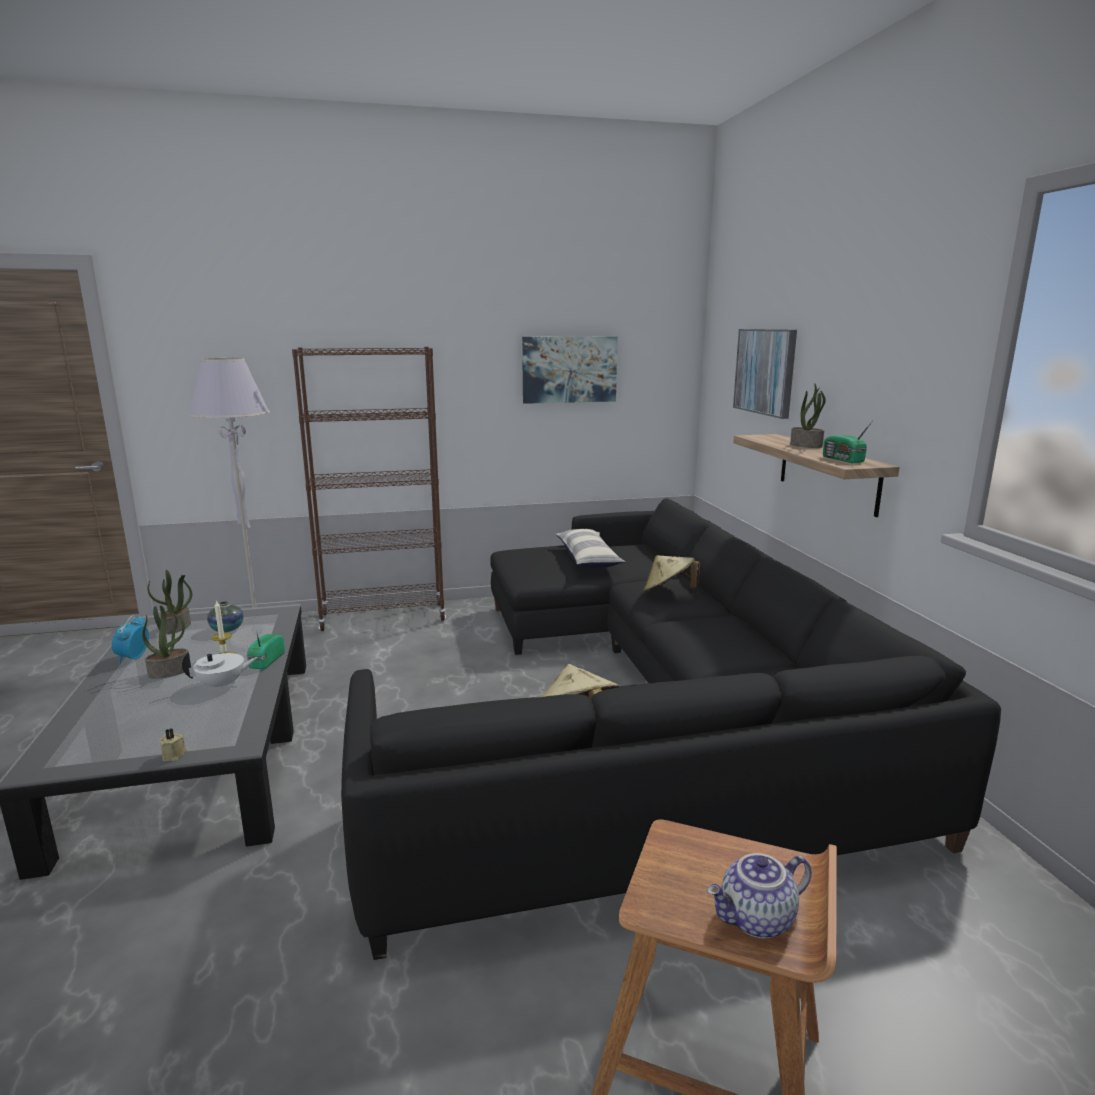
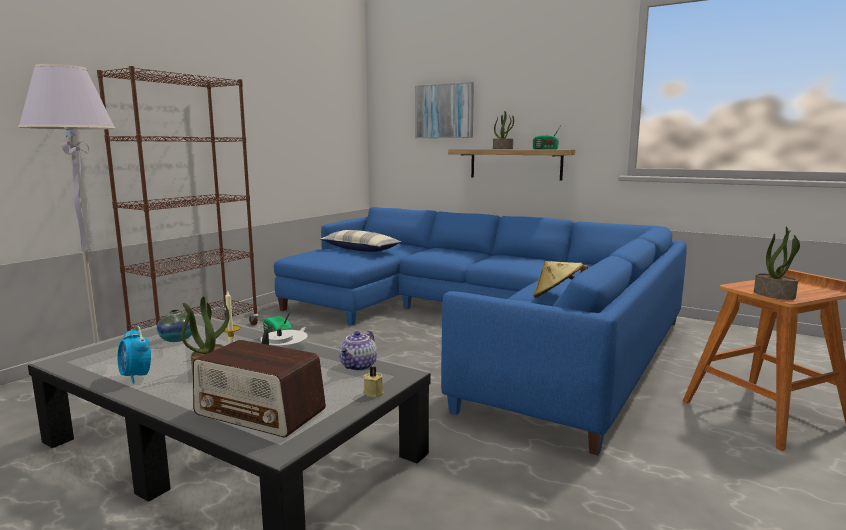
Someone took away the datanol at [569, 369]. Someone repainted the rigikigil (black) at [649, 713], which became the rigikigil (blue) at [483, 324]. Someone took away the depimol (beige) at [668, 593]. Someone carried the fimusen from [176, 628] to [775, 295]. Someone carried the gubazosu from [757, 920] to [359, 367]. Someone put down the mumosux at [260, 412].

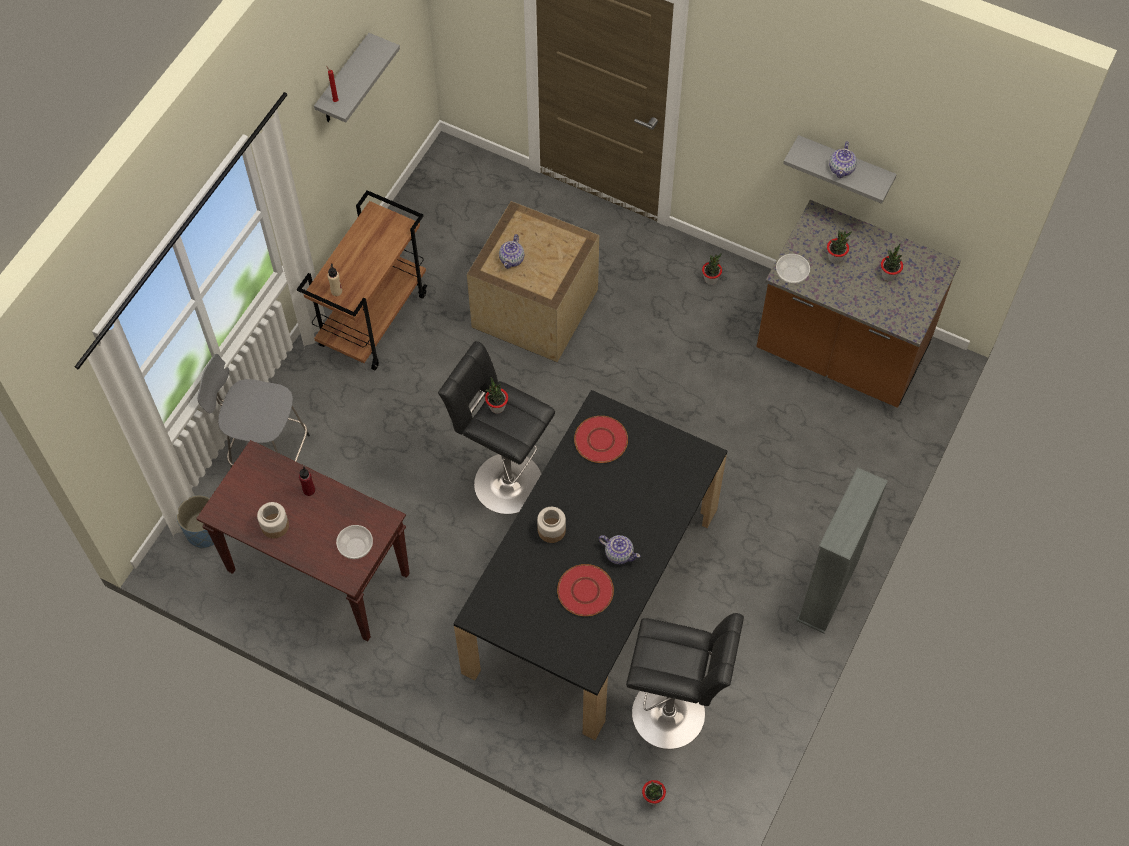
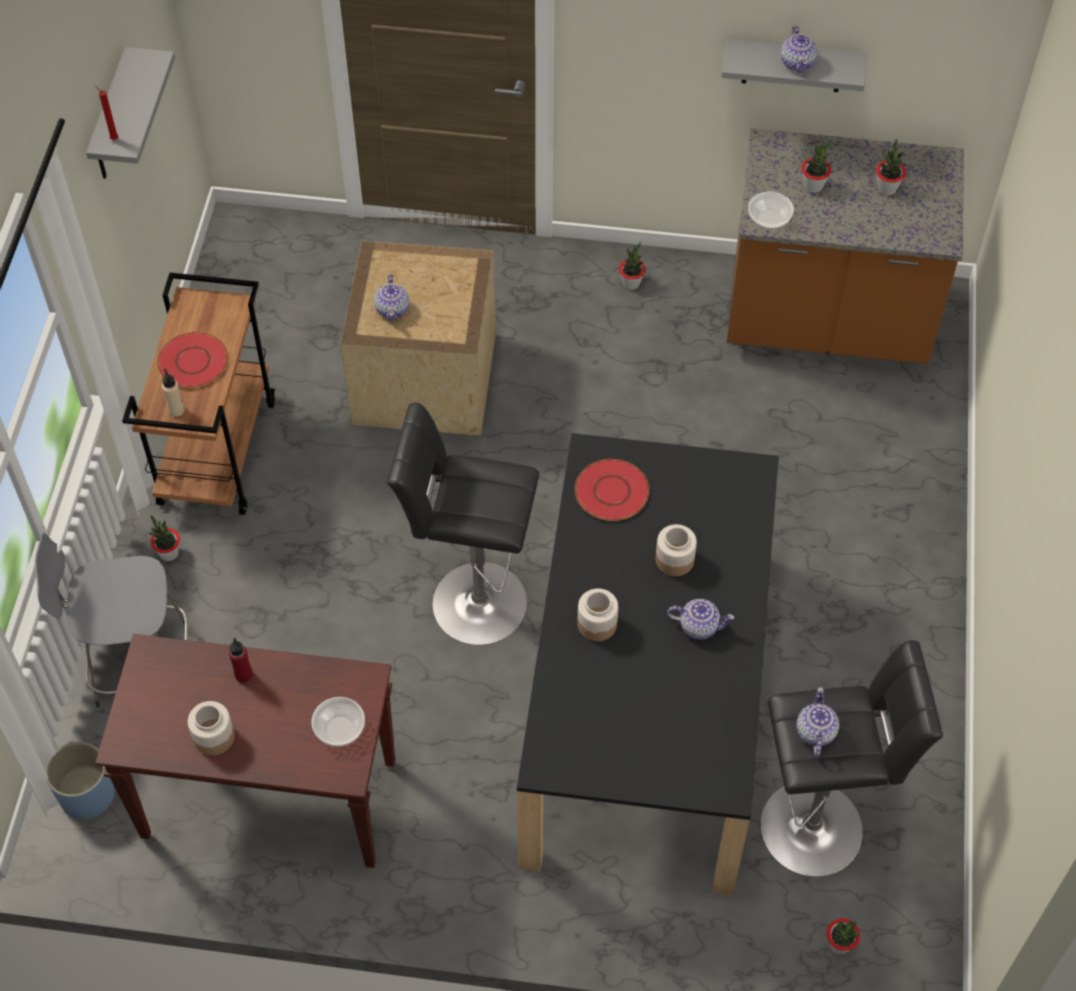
Someone carried the fimusen from [497, 407] to [169, 553]. Someone took away the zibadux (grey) at [828, 590]. Someone carried the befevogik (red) from [585, 591] to [193, 361]. Someone put down the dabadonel at [674, 560]. Someone put down the gubazosu at [815, 732].

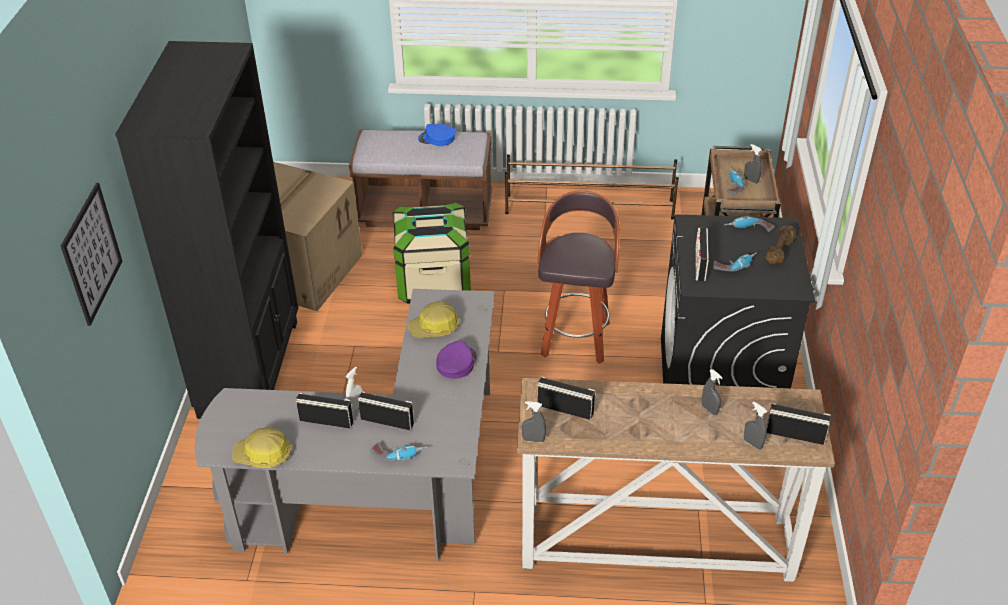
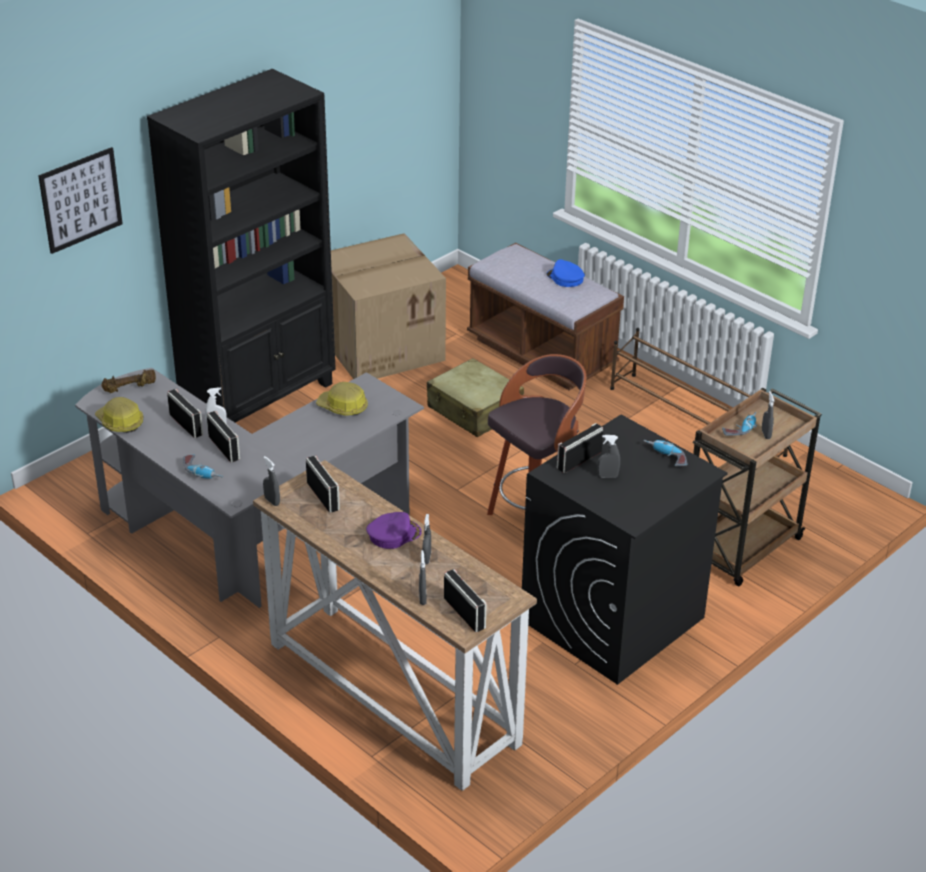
Someone swapped the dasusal at [433, 282] for the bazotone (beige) at [475, 410]. Someone carried the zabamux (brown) from [780, 251] to [130, 388]. Someone swapped the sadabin at [734, 266] for the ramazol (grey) at [607, 476]. Someone carried the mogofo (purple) from [456, 363] to [393, 534].

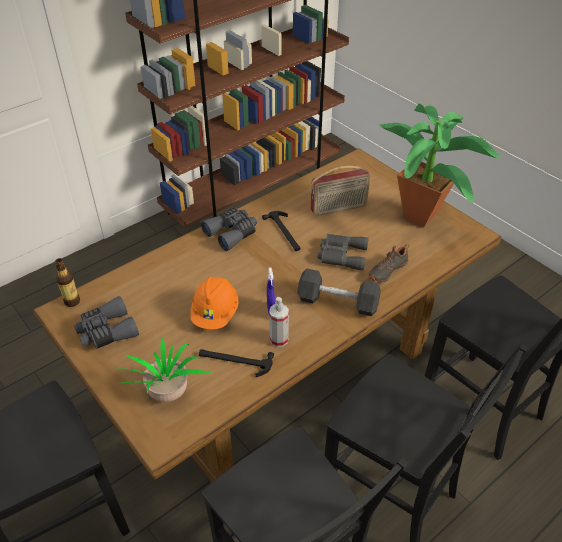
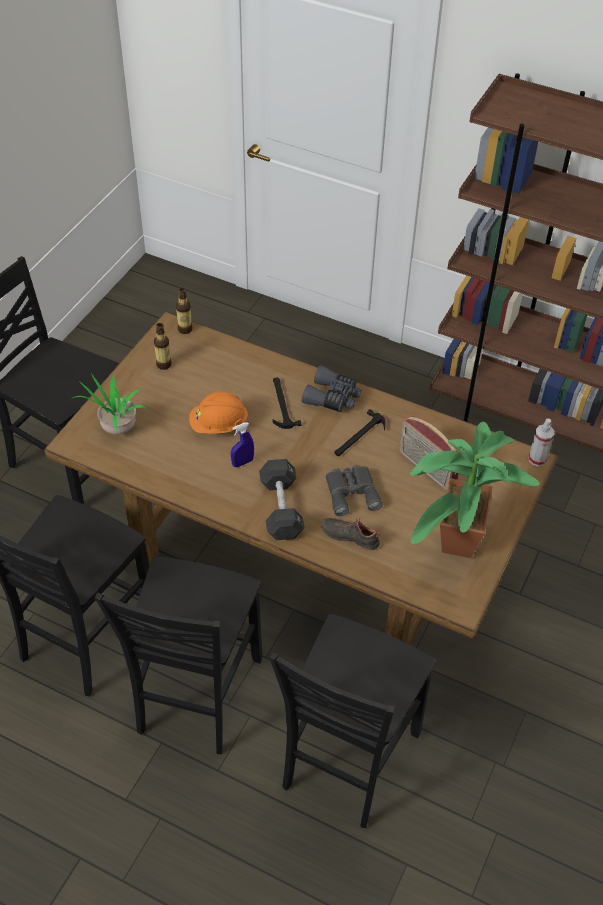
Someone swapped the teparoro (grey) at [106, 331] for the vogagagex at [164, 364]. Someone carried the ramazol from [279, 339] to [537, 459]. Someone carried the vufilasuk from [235, 361] to [281, 404].

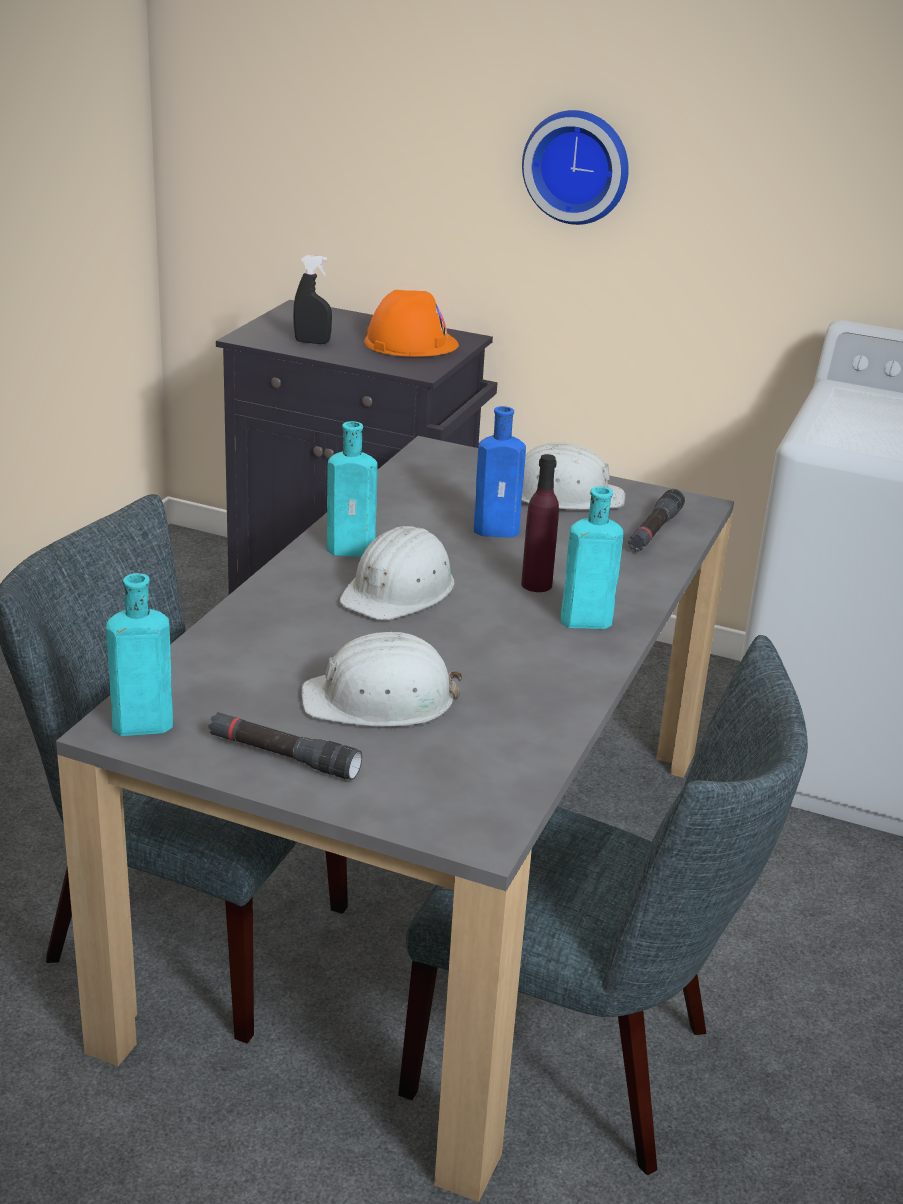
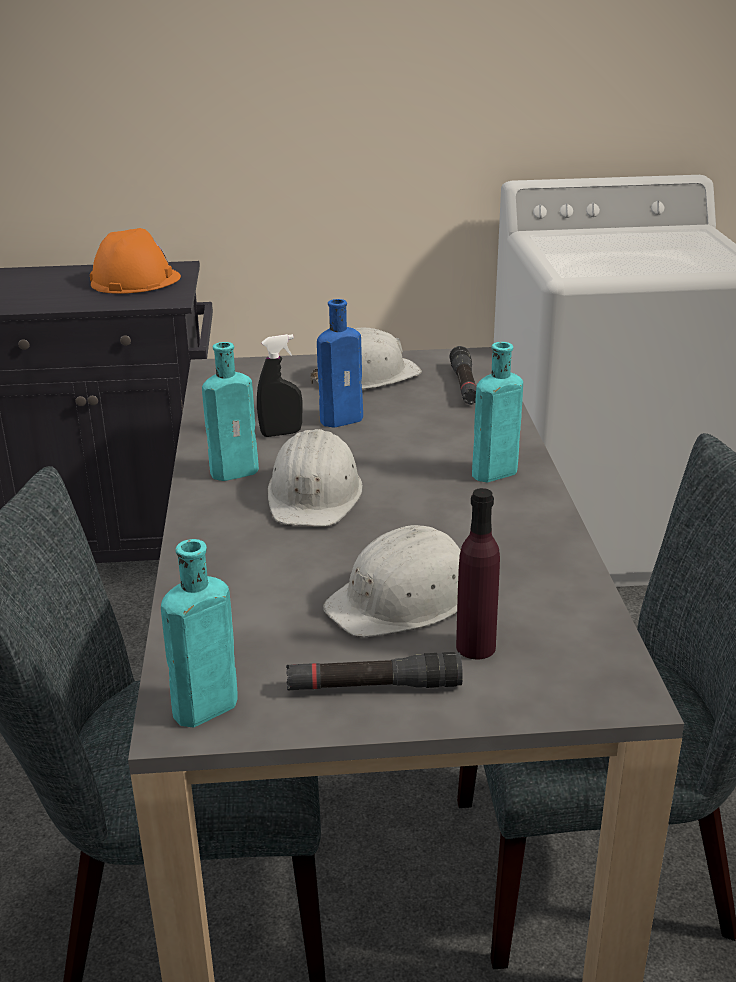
Someone took away the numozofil at [578, 166]. Someone carried the ramazol (black) from [312, 342] to [281, 433]. Someone carried the vogagagex (purple) from [536, 584] to [475, 647].

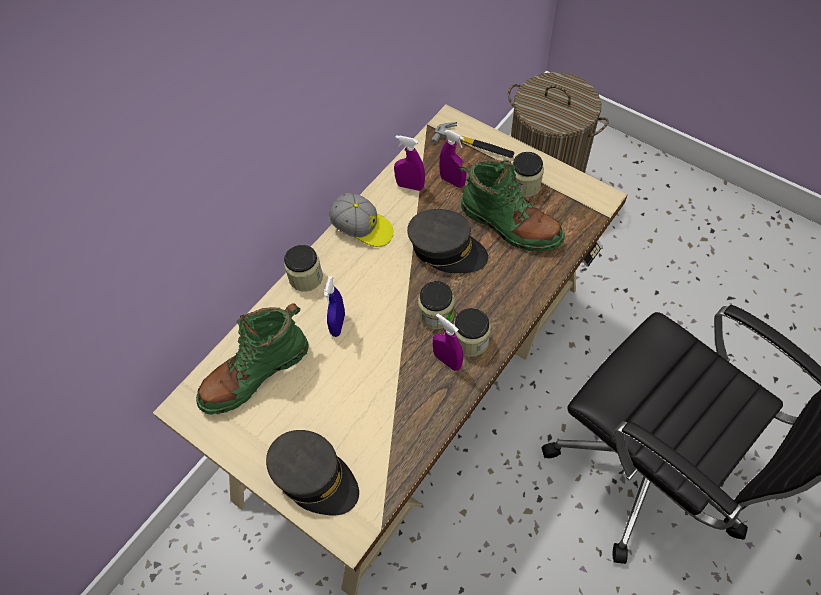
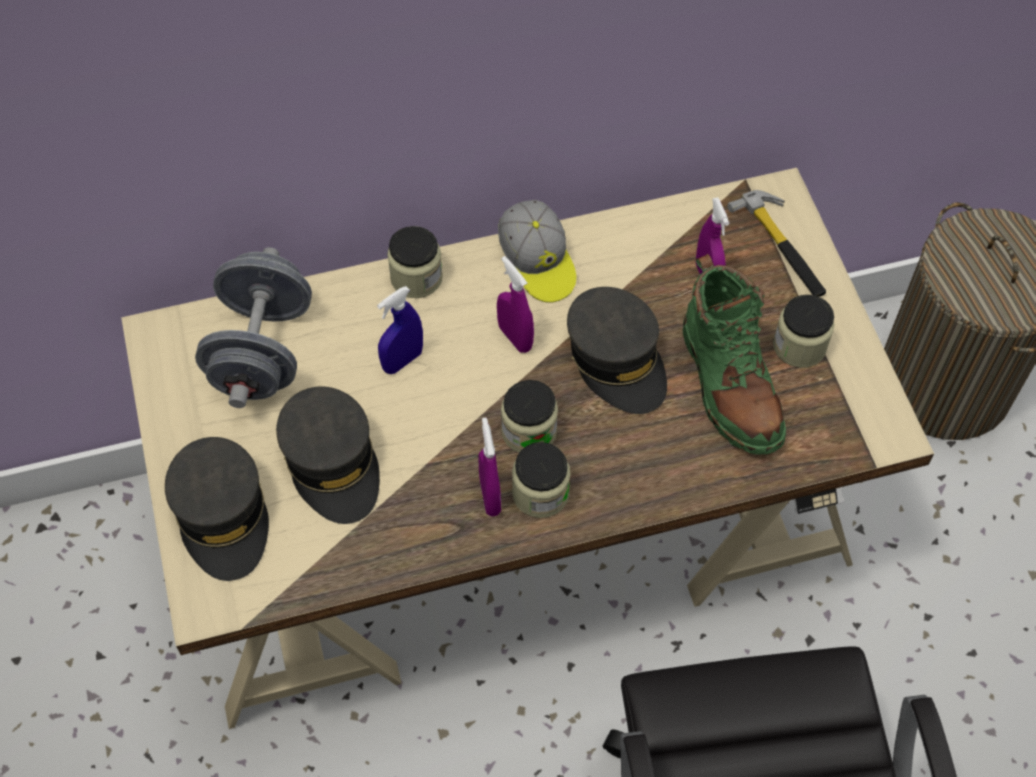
Someone carried the ramazol (purple) from [410, 186] to [515, 337]. Someone swapped the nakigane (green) at [255, 374] for the zabamux (grey) at [262, 352]. Someone put down the mogofo (grey) at [333, 463].

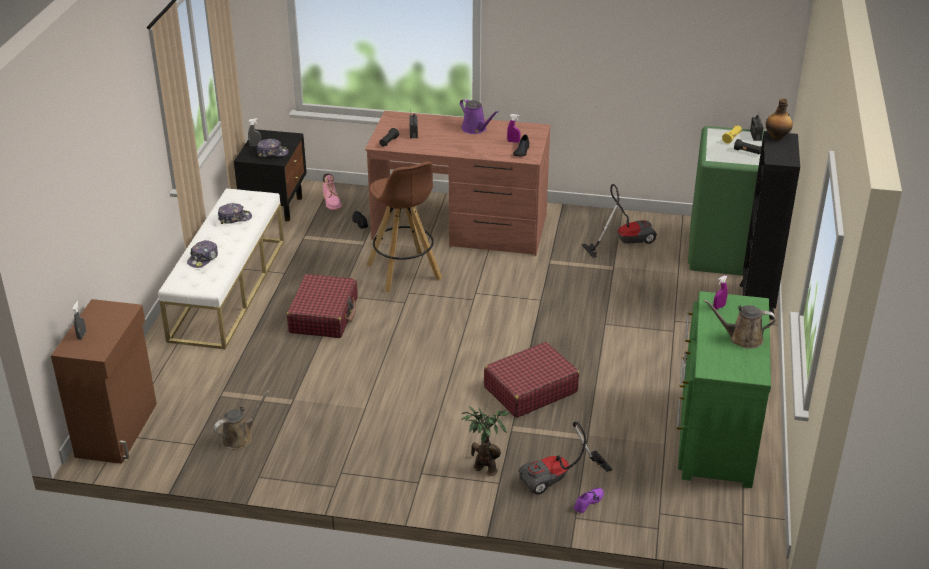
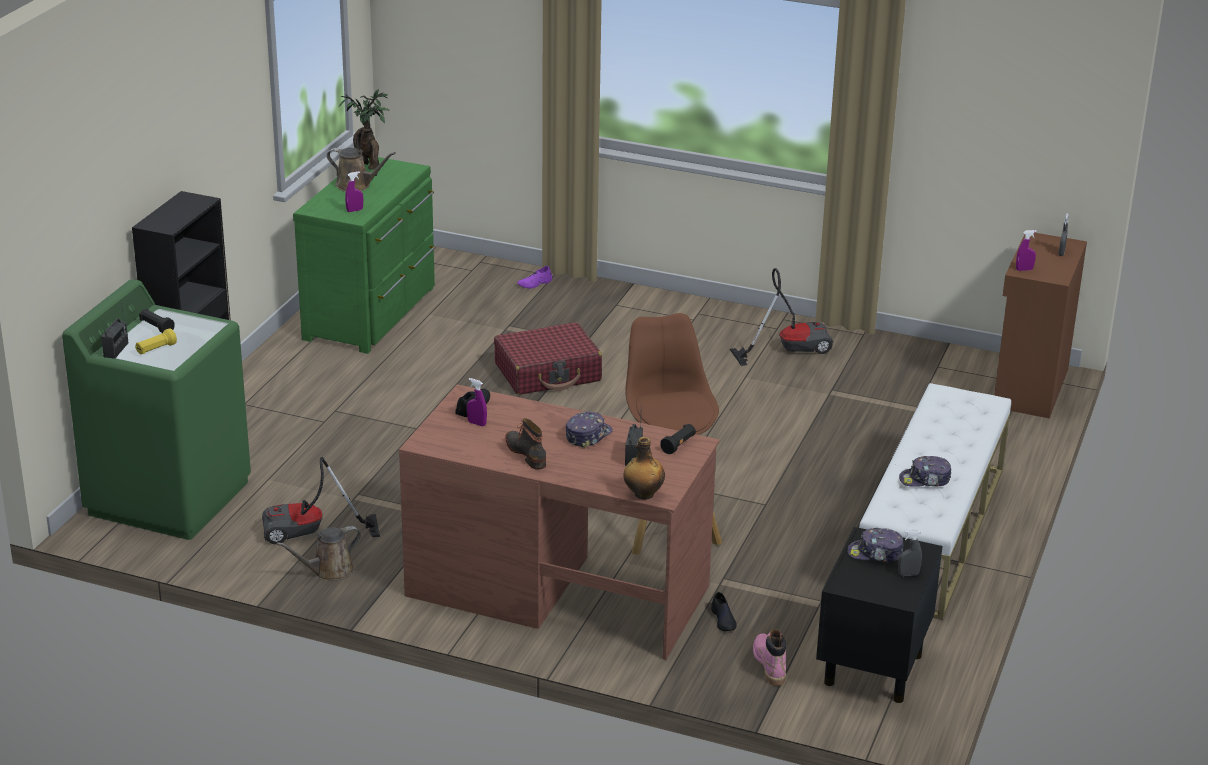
Someone swapped the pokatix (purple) at [475, 129] for the nakigane at [527, 453]. Someone carried the vogagagex from [777, 137] to [643, 494]. Someone carried the mogofo from [203, 259] to [588, 435]. Someone took away the bazotone (red) at [324, 316]. Someone carried the pokatix (brown) from [239, 437] to [329, 571]. Someone carried the fimusen from [483, 468] to [369, 167]. Someone carried the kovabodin from [559, 479] to [789, 349]. Someone put down the ramazol (purple) at [1024, 270].

